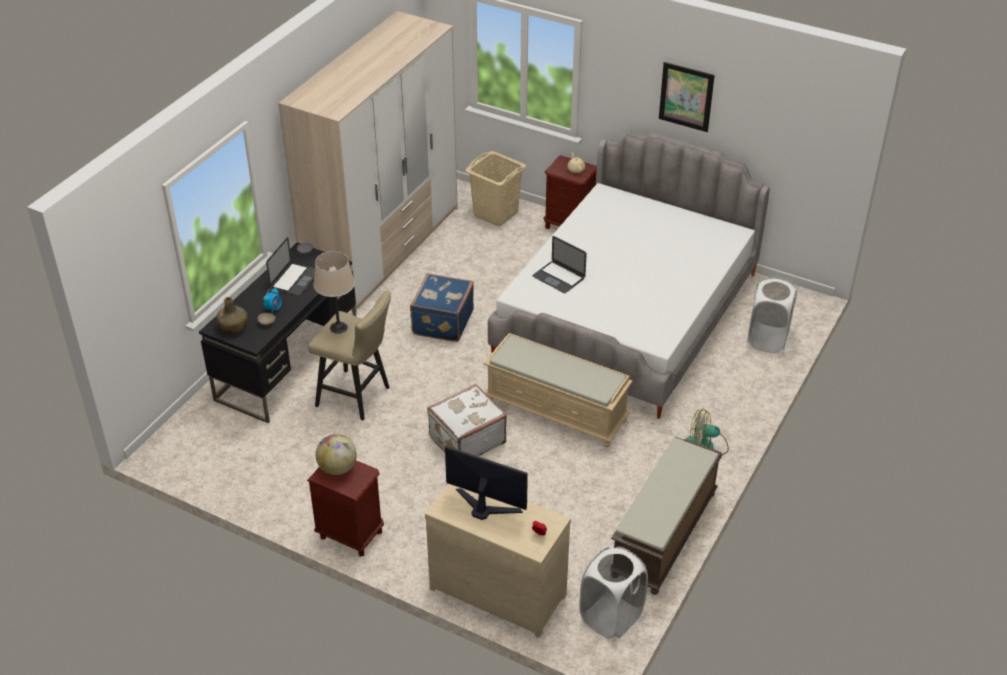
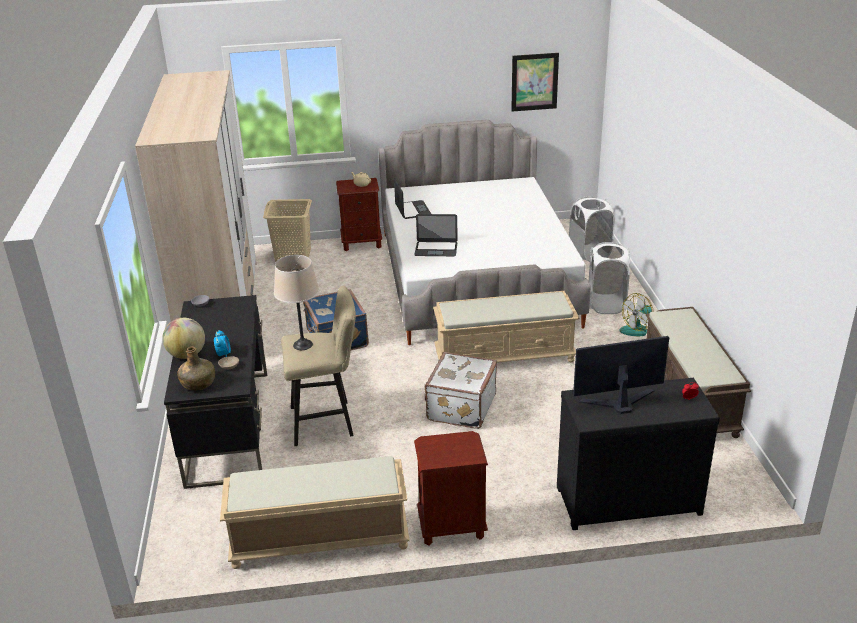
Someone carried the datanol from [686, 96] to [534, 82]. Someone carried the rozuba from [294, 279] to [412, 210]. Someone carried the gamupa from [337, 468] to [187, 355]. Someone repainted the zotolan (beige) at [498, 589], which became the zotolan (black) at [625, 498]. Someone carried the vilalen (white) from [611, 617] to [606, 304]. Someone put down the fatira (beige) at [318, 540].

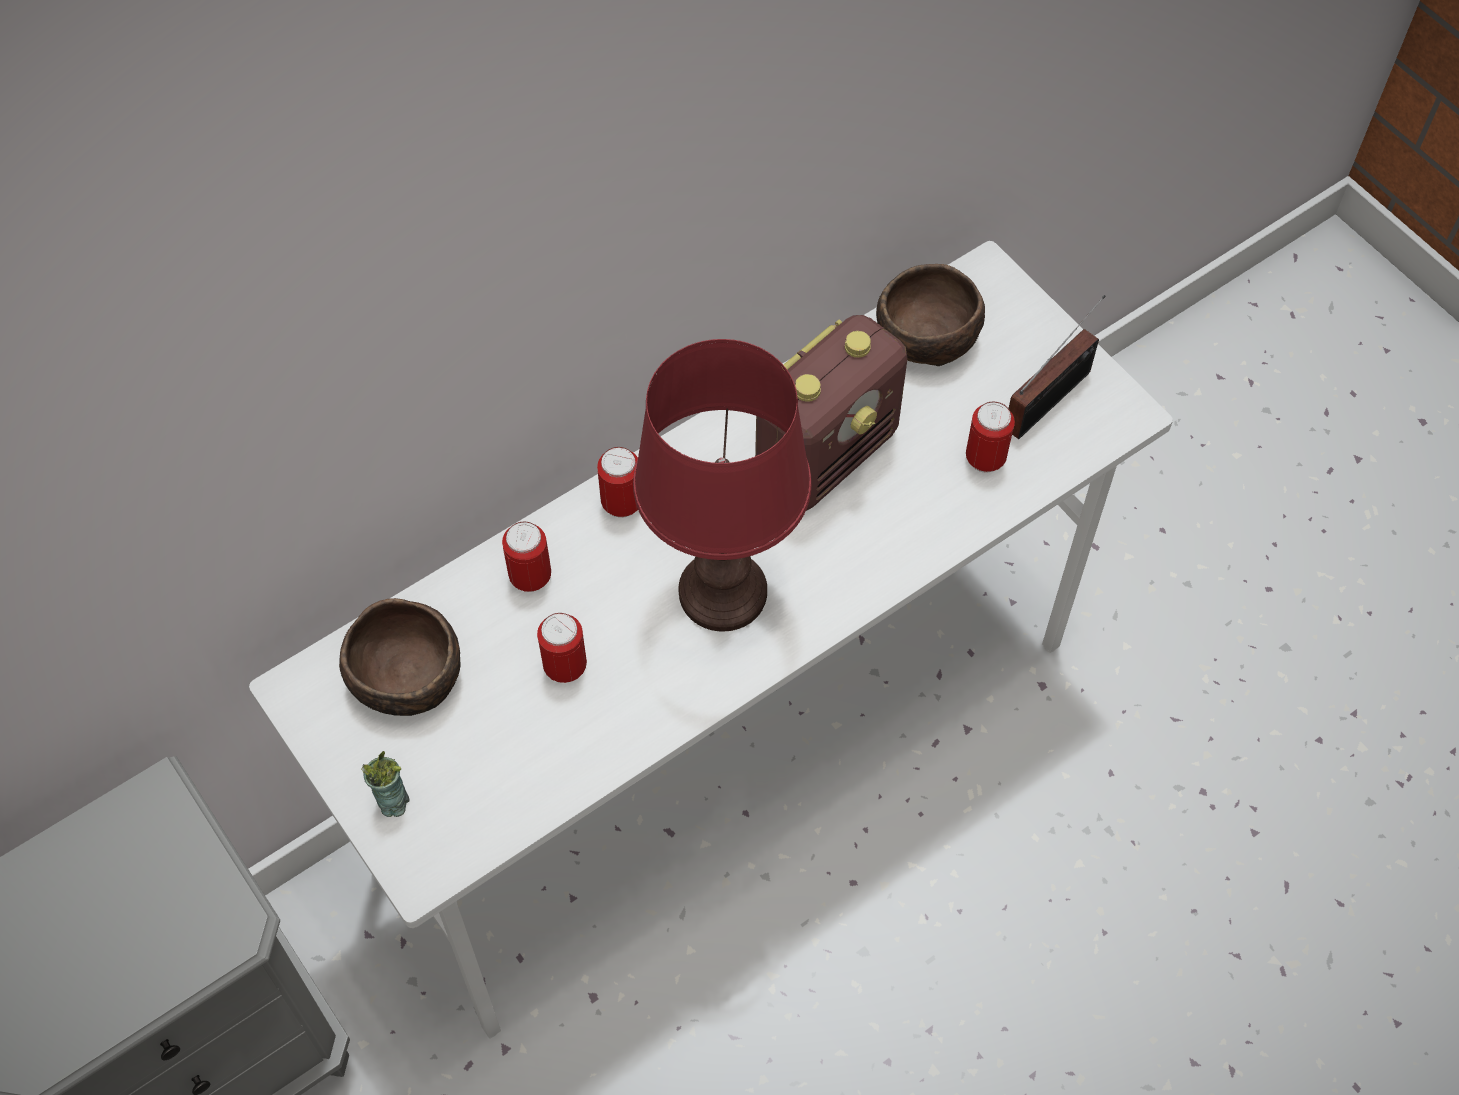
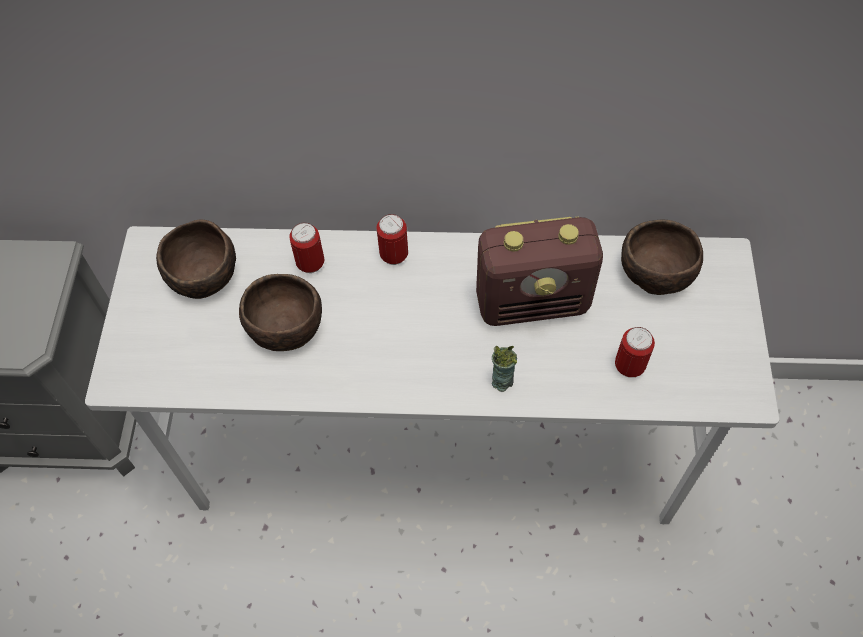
Someone took away the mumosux at [1052, 397]. Someone took away the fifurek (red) at [721, 591]. Someone swapped the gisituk at [565, 667] for the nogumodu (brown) at [284, 324]. Someone carried the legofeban from [392, 802] to [502, 381].

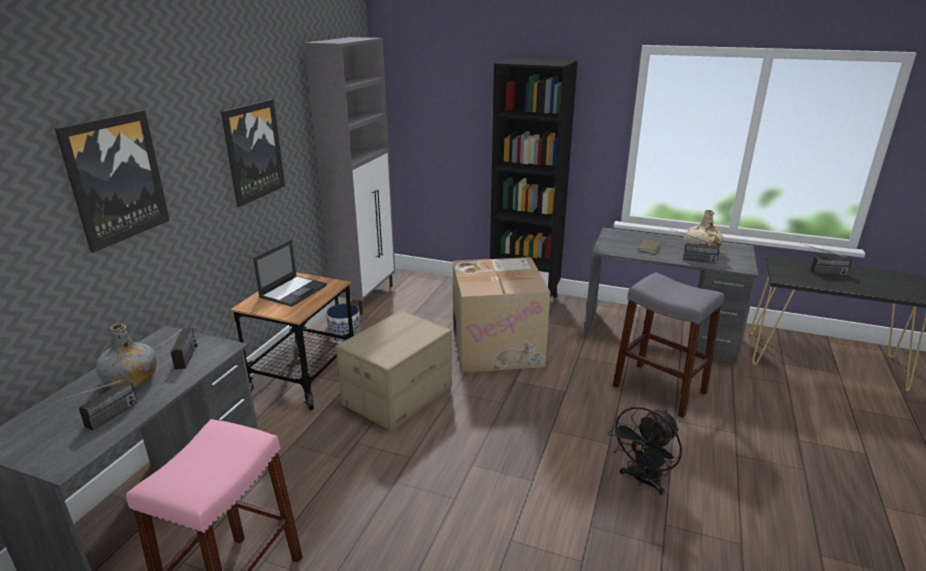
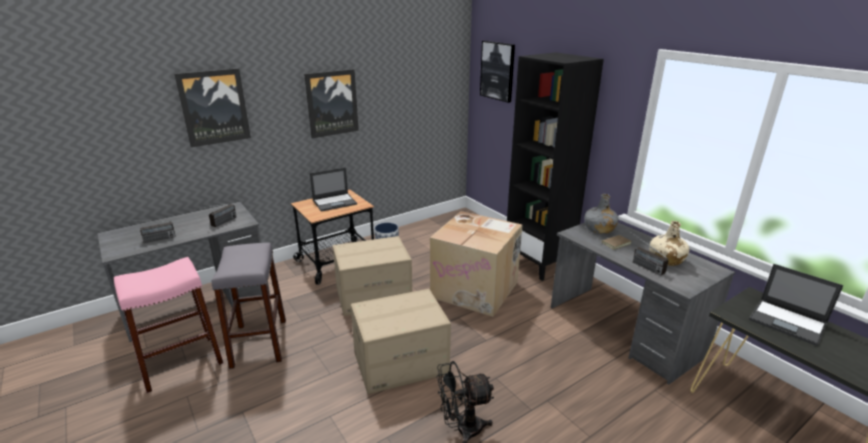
Someone took away the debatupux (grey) at [366, 297]. Someone swapped the mumosux at [819, 272] for the rozuba at [788, 322]. Someone carried the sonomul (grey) from [659, 389] to [259, 343]. Someone carried the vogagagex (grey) from [131, 380] to [599, 229]. Someone put up the datanol at [497, 71]. Someone put down the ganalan at [400, 362].

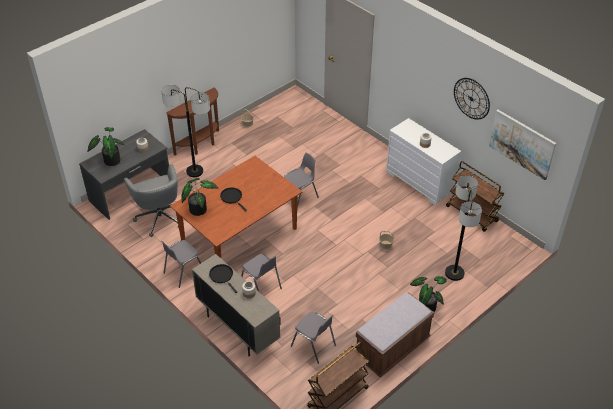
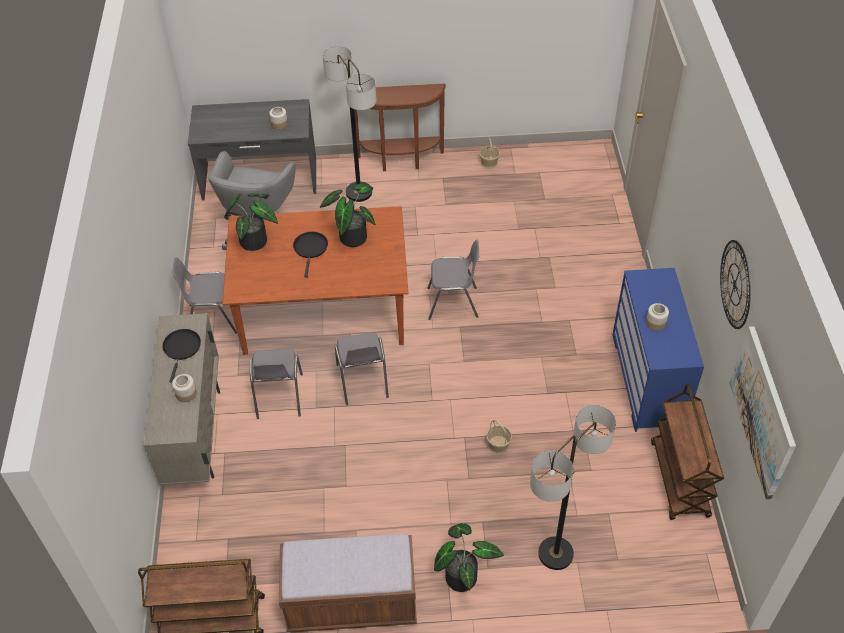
Someone repainted the zotolan (white) at [420, 182], which became the zotolan (blue) at [648, 380]. Someone carried the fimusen from [110, 160] to [351, 235]. Someone carried the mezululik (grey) from [314, 346] to [362, 381].

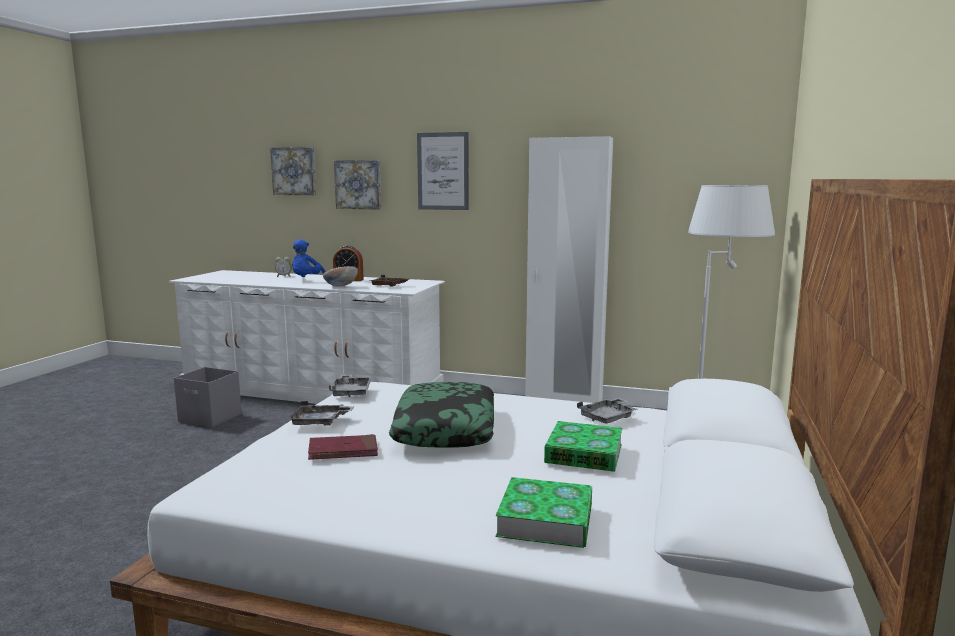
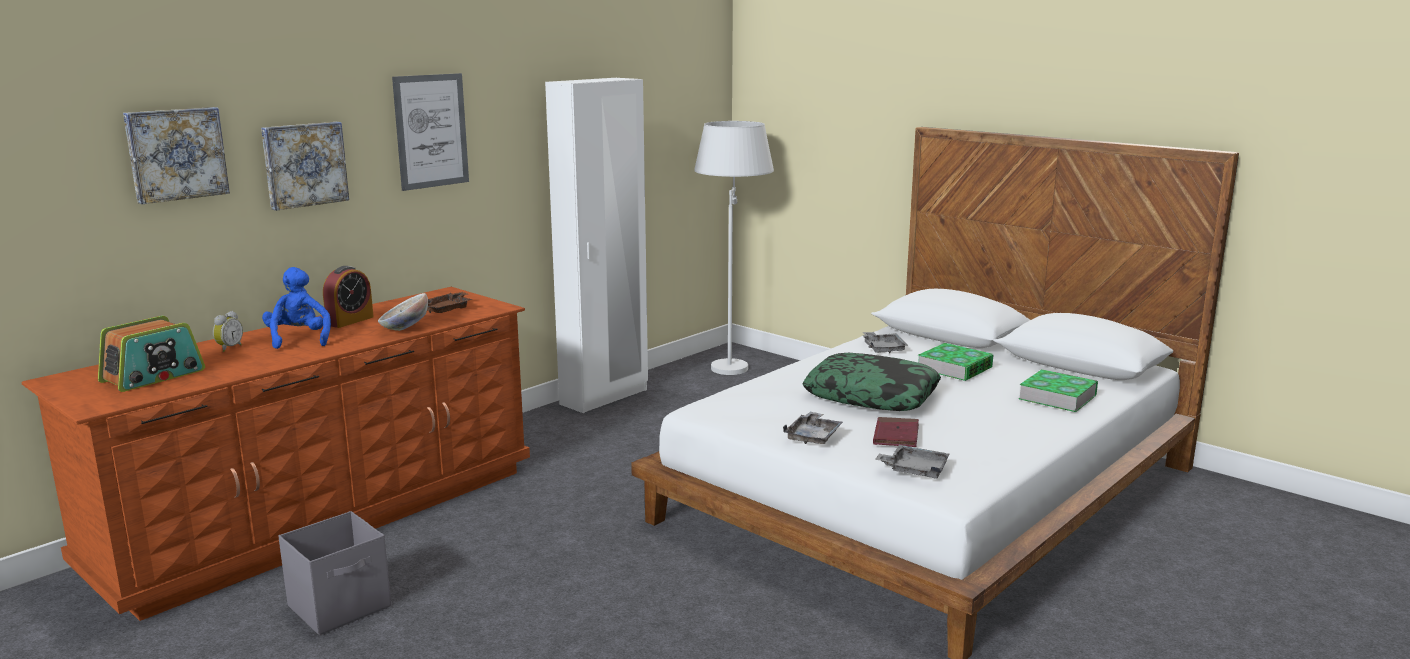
Someone rotated the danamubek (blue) at [306, 280] by 150 degrees counterclockwise. Someone repainted the zotolan (white) at [312, 389], which became the zotolan (brown) at [322, 517]. Someone carried the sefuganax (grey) from [351, 392] to [914, 470]. Someone put down the mumosux at [153, 376].

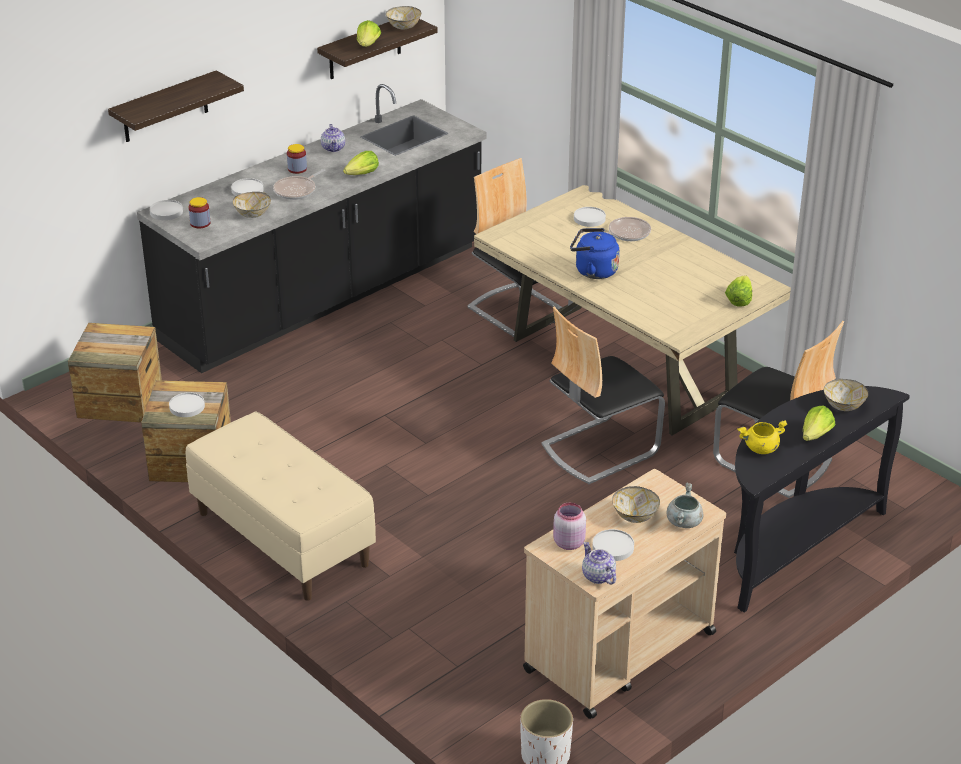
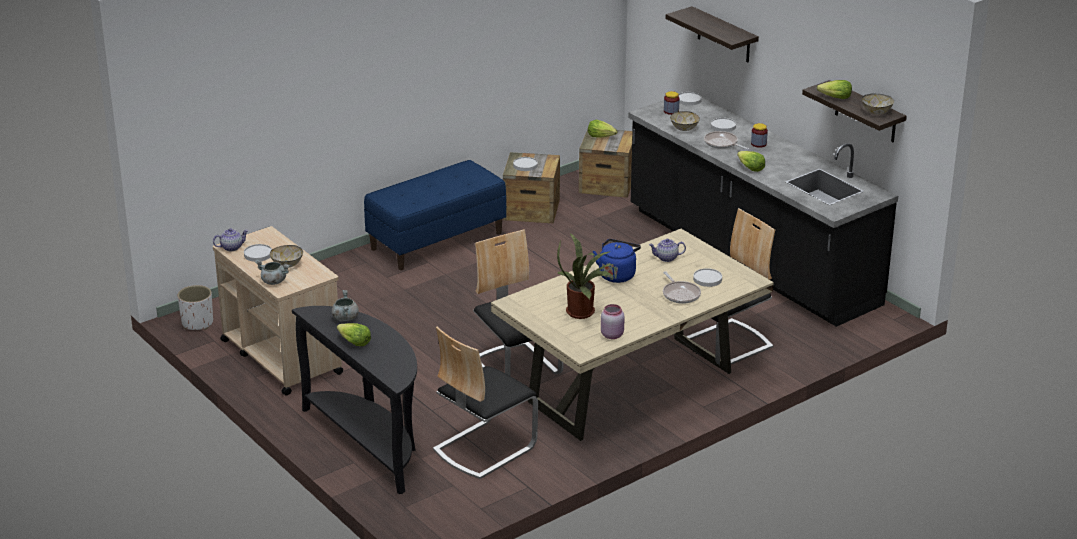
Someone carried the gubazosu from [333, 148] to [666, 258]. Someone carried the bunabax from [739, 299] to [601, 136]. Someone took away the nogumodu at [843, 406]. Someone repainted the fatira (beige) at [281, 538], which became the fatira (blue) at [436, 240]. Someone repainted the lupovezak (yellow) at [760, 448], which became the lupovezak (grey) at [345, 317]. Someone carried the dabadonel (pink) from [568, 542] to [612, 335]. Someone put down the fimusen at [583, 312].

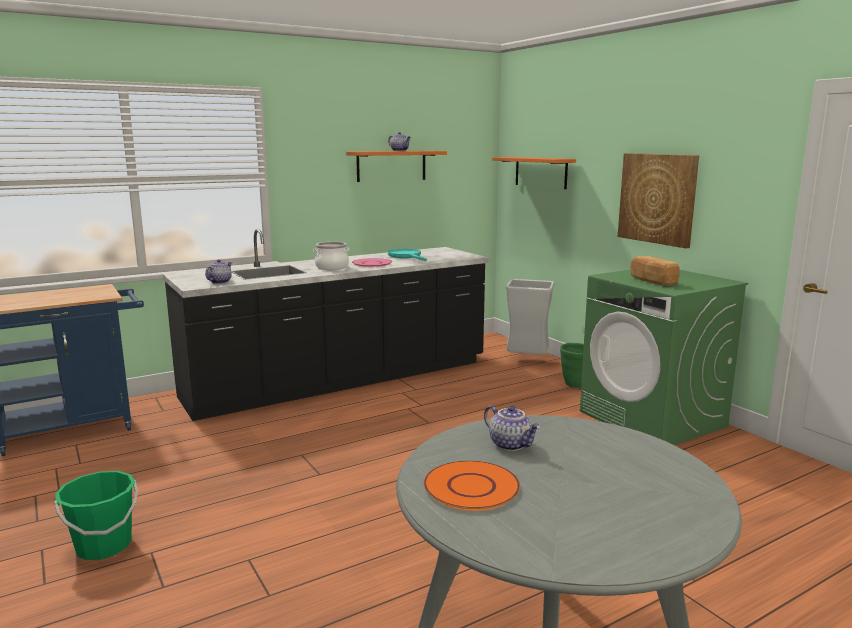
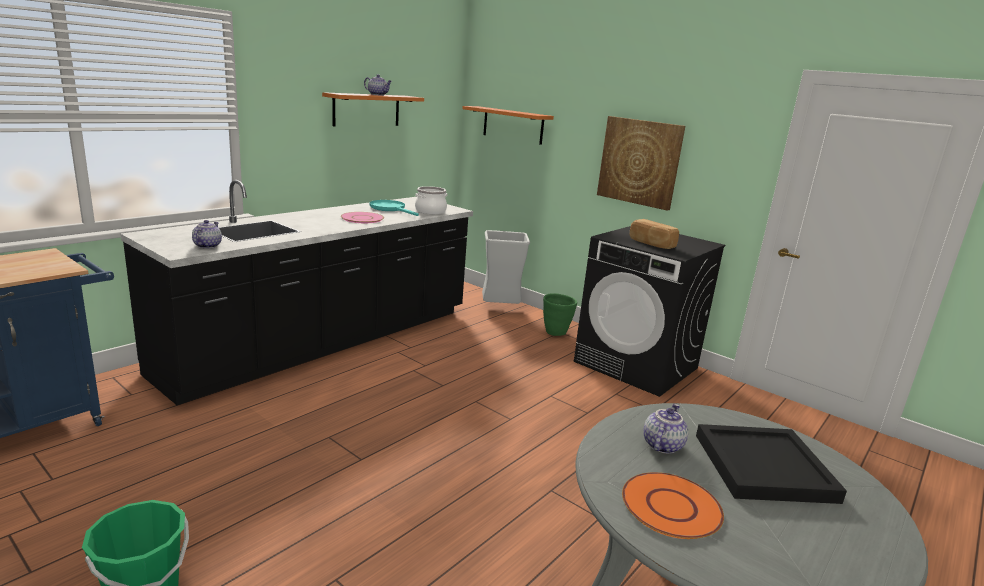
Someone carried the lupovezak from [332, 267] to [430, 211]. Someone repainted the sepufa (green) at [652, 419], which became the sepufa (black) at [636, 365]. Someone rotated the gubazosu at [511, 444] by 90 degrees counterclockwise. Someone put down the sefuganax (black) at [762, 466].

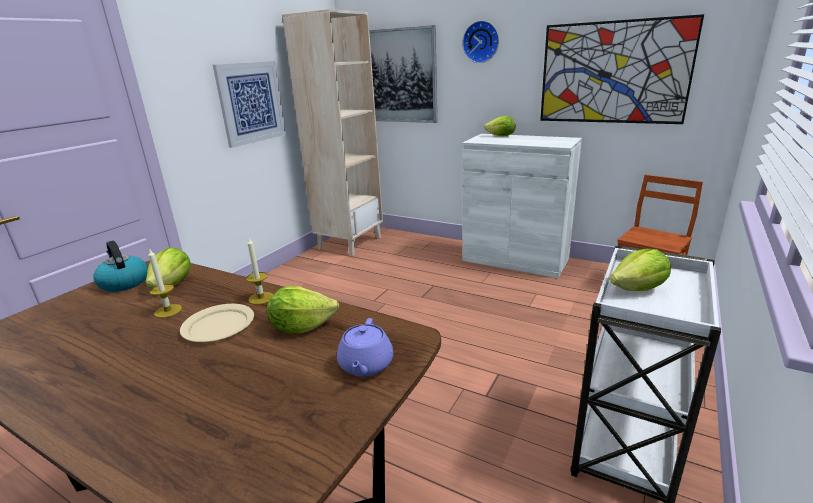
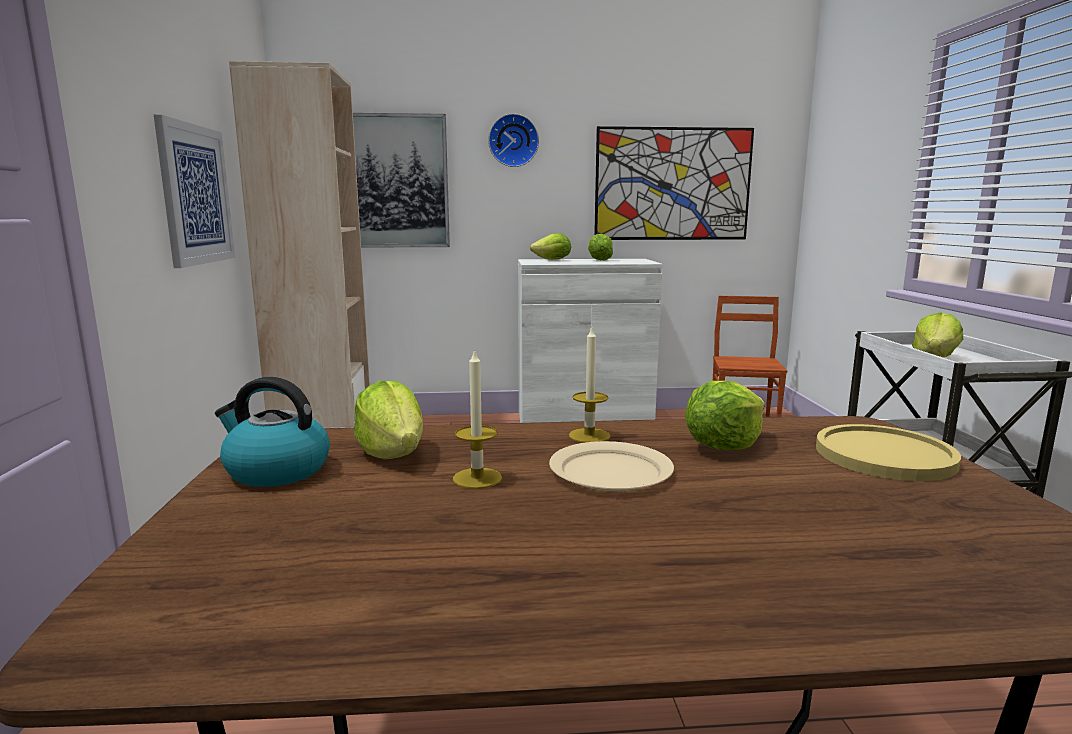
Someone swapped the gubazosu (purple) at [365, 365] for the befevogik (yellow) at [884, 455]. Someone put down the bunabax at [599, 260].

